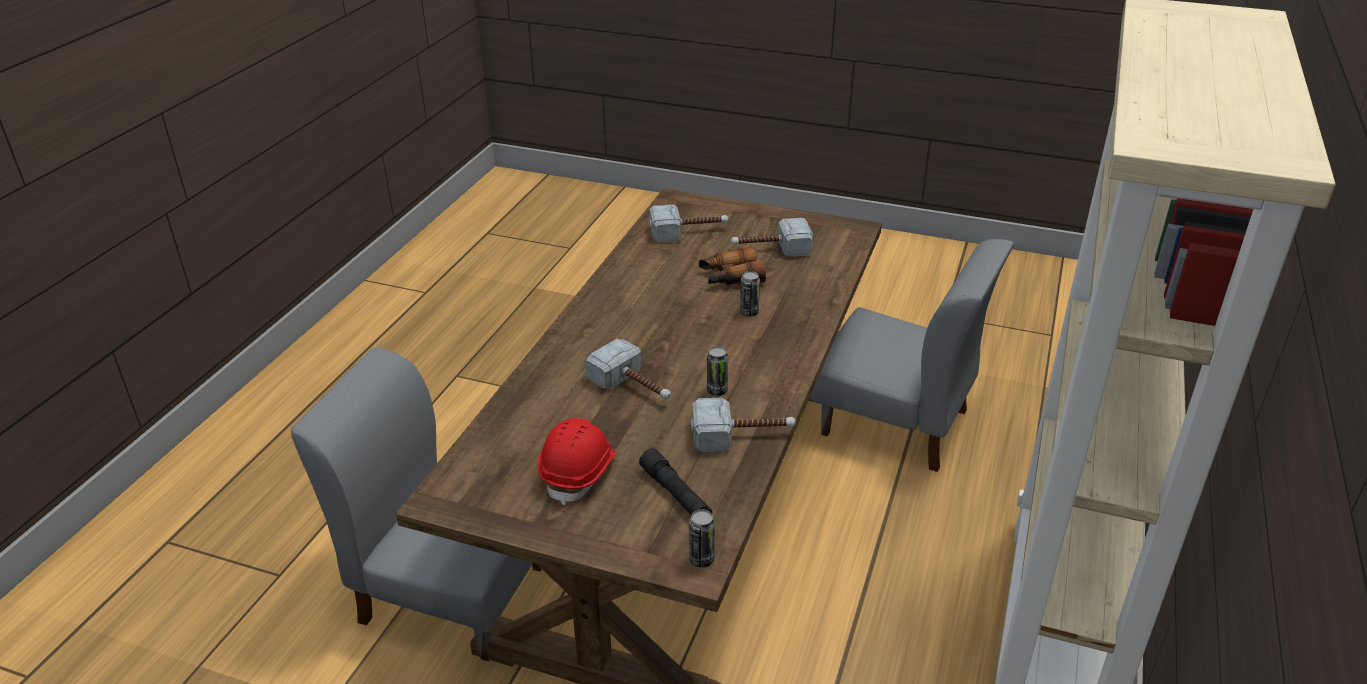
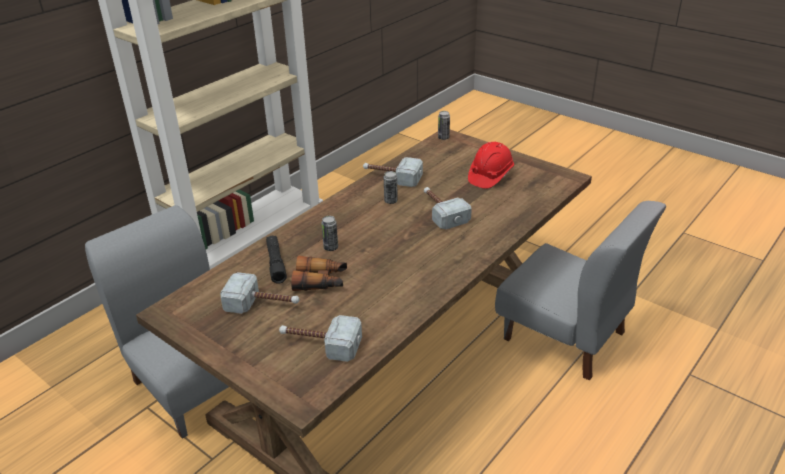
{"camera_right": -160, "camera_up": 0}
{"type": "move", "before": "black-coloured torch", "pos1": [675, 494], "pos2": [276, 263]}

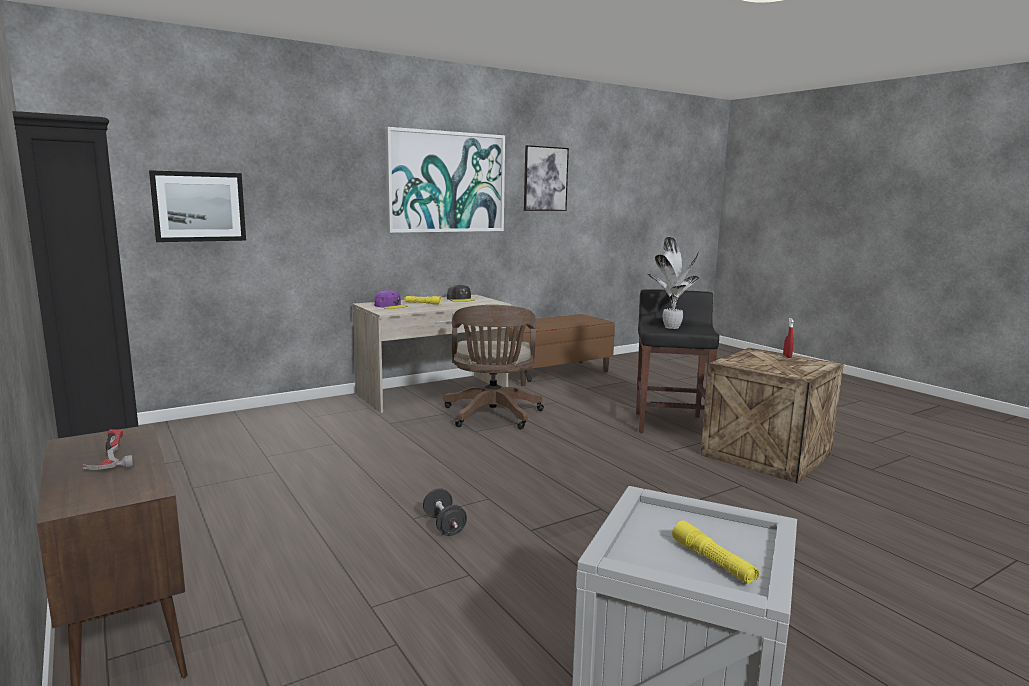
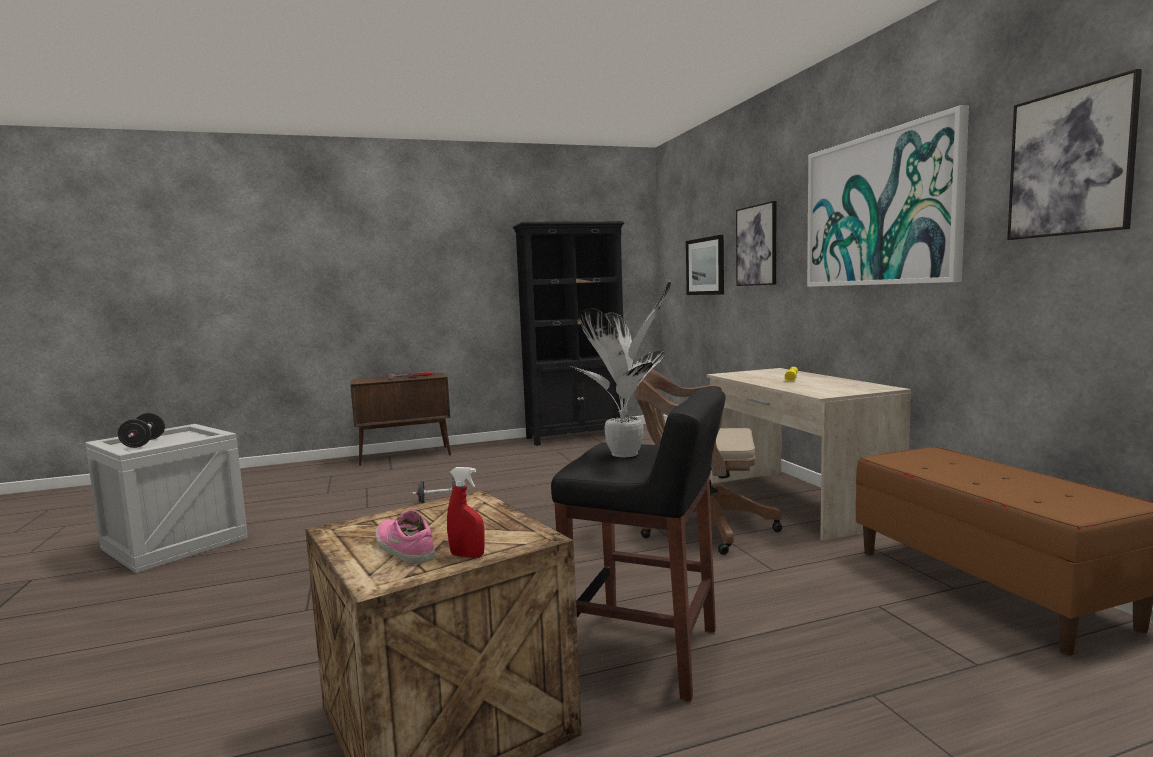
{"camera_right": 105, "camera_up": -5}
{"type": "replace", "before": "yellow torch", "after": "black-coloured dumbbell", "pos1": [713, 562], "pos2": [144, 443]}
{"type": "insert", "after": "pink low shoe", "pos2": [403, 549]}
{"type": "insert", "after": "wall art", "pos2": [757, 245]}
{"type": "delete", "before": "purple-coloured baseball cap", "pos1": [390, 306]}
{"type": "delete", "before": "greyish baseball cap", "pos1": [460, 299]}

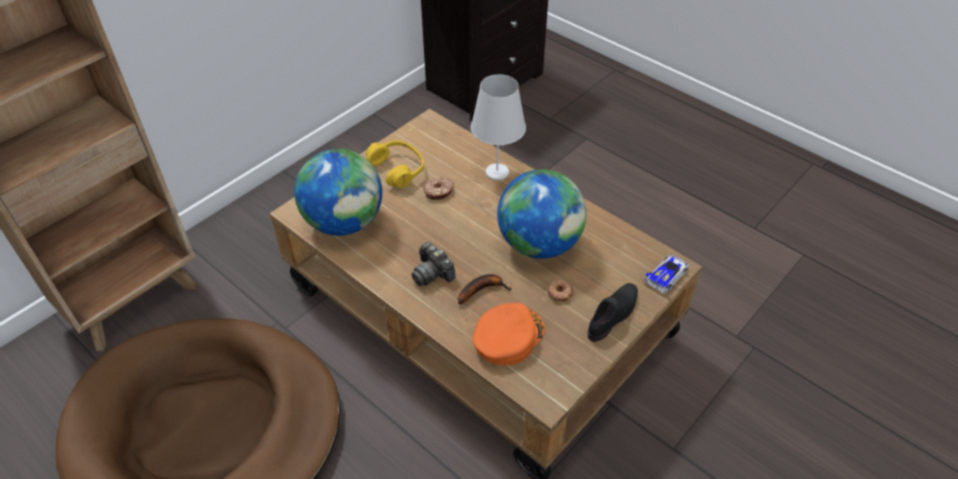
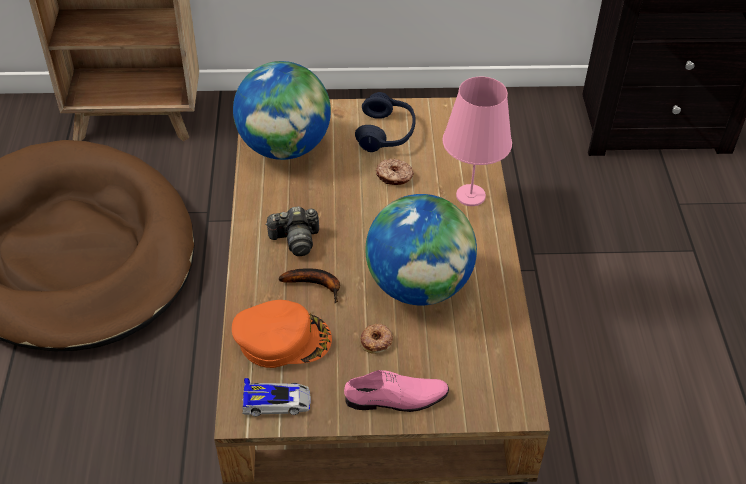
{"camera_right": 45, "camera_up": 0}
{"type": "move", "before": "miniature car", "pos1": [667, 275], "pos2": [276, 401]}
{"type": "rotate", "before": "still camera", "pos1": [432, 273], "pos2": [295, 240], "turn": -105}
{"type": "recolor", "before": "black-coloured low shoe", "after": "pink low shoe", "pos1": [613, 315], "pos2": [396, 399]}
{"type": "recolor", "before": "yellow headset", "after": "blue-coloured headset", "pos1": [397, 169], "pos2": [386, 133]}
{"type": "recolor", "before": "whitish table lamp", "after": "pink table lamp", "pos1": [496, 172], "pos2": [470, 195]}

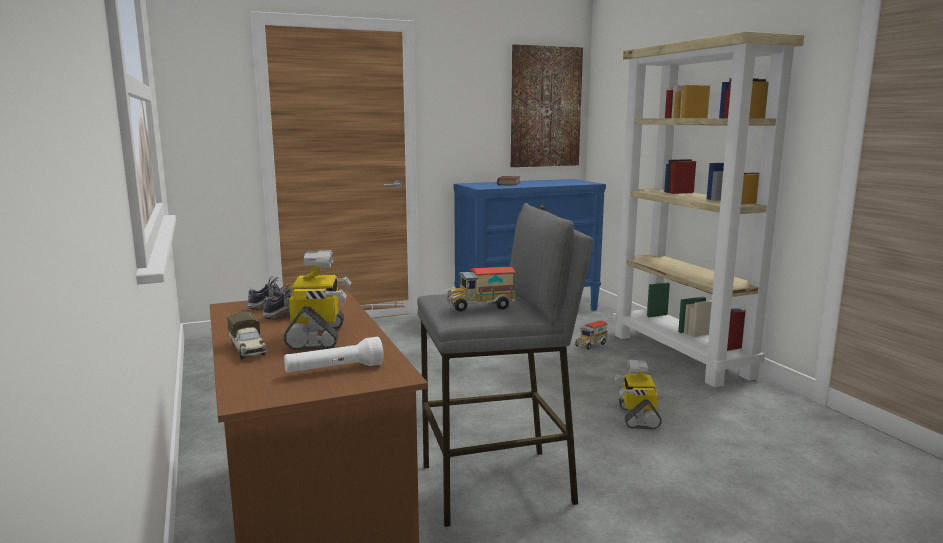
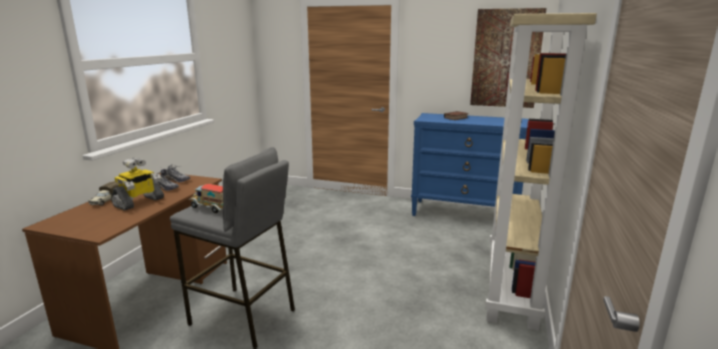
{"camera_right": 40, "camera_up": 5}
{"type": "delete", "before": "whitish torch", "pos1": [334, 370]}
{"type": "delete", "before": "model truck", "pos1": [590, 345]}
{"type": "delete", "before": "robot figure", "pos1": [637, 416]}

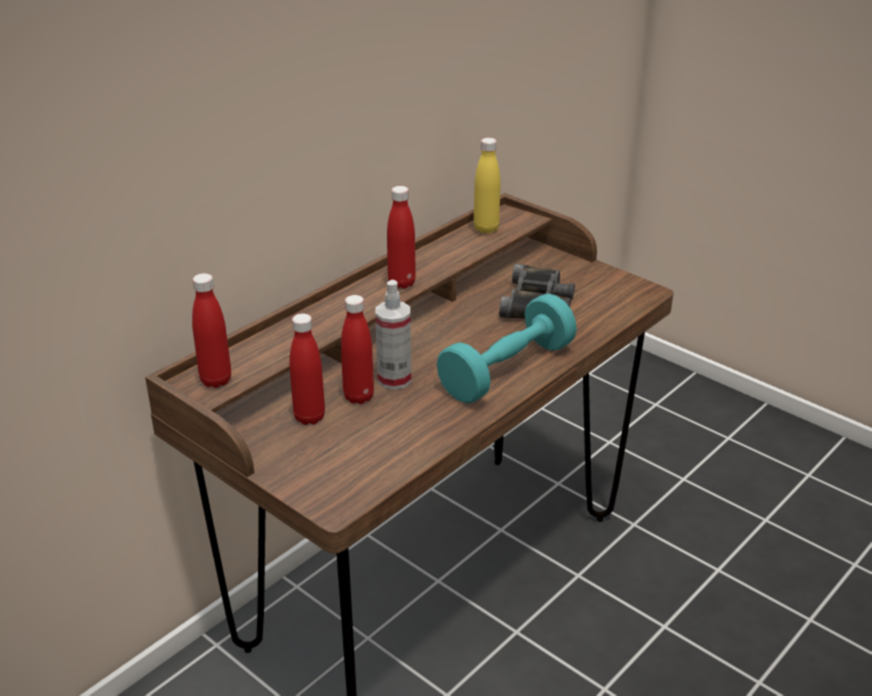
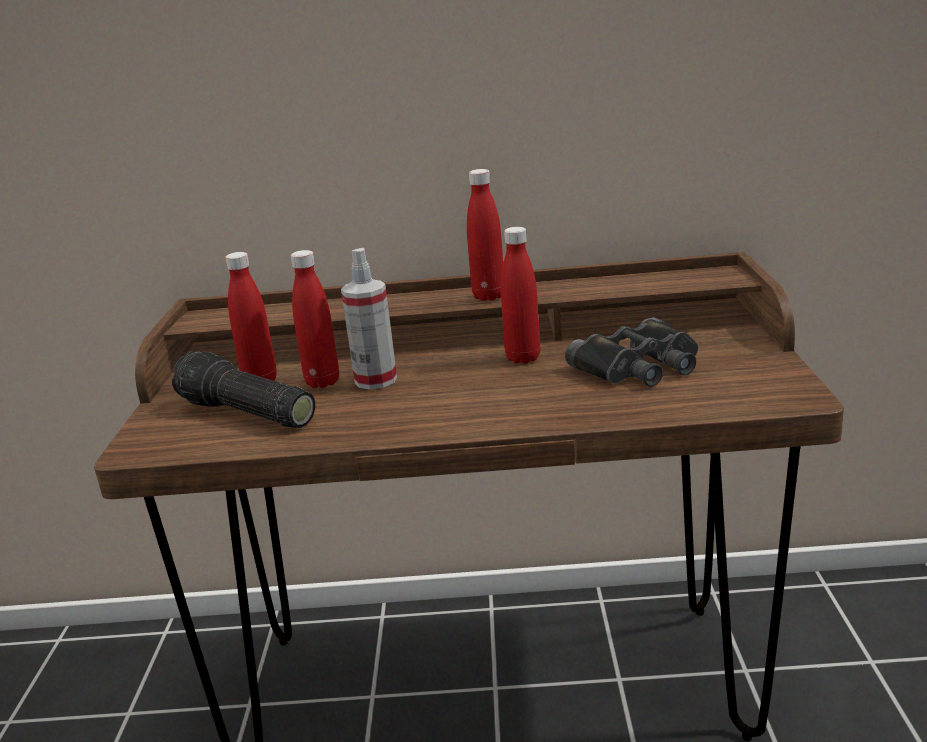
{"camera_right": 50, "camera_up": -10}
{"type": "insert", "after": "torch", "pos2": [245, 414]}
{"type": "move", "before": "red-coloured drink bottle", "pos1": [216, 380], "pos2": [523, 358]}
{"type": "delete", "before": "blue-green dumbbell", "pos1": [507, 370]}
{"type": "delete", "before": "yellow drink bottle", "pos1": [486, 229]}

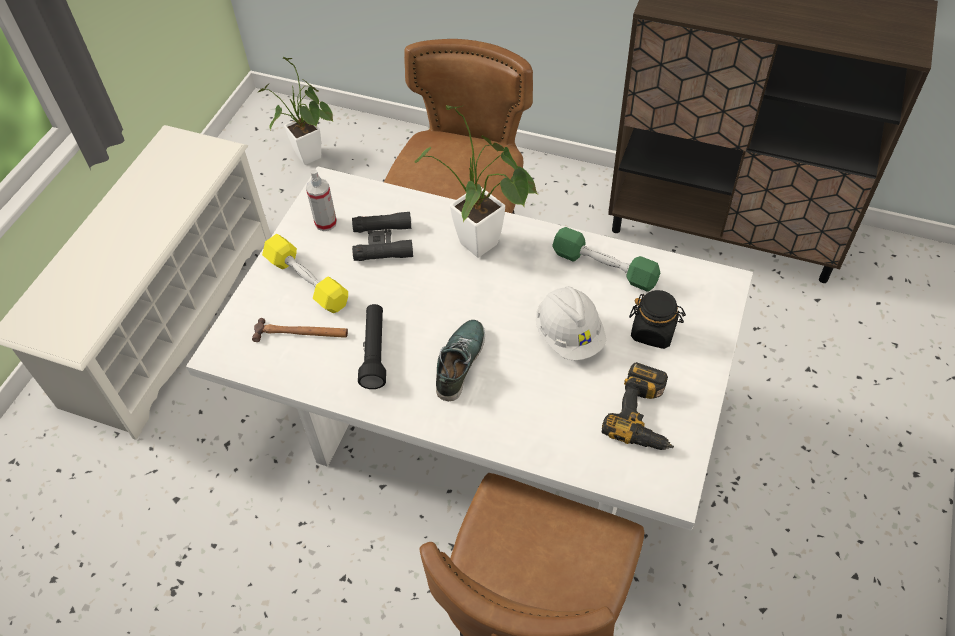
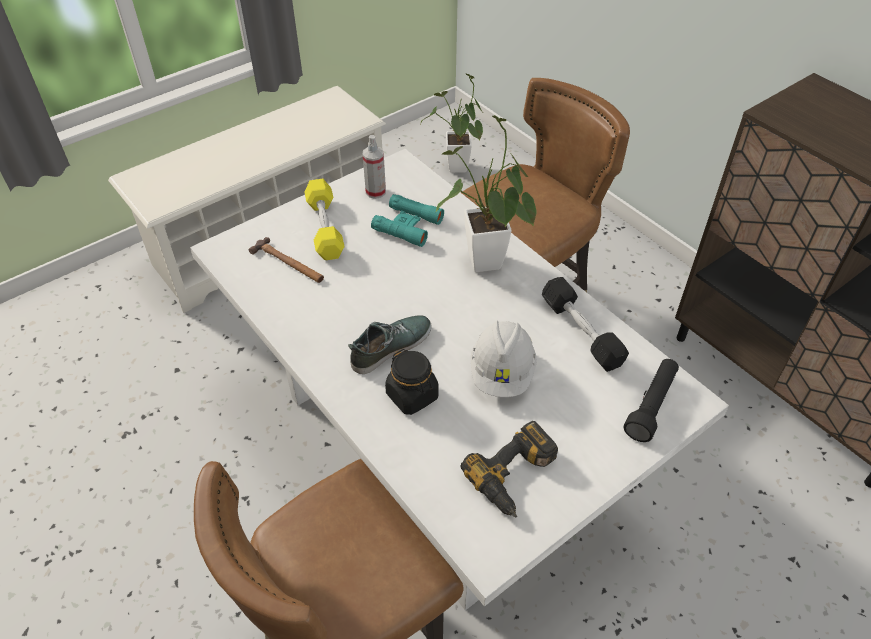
{"camera_right": 30, "camera_up": -5}
{"type": "recolor", "before": "black-coloured pair of binoculars", "after": "blue-green pair of binoculars", "pos1": [383, 242], "pos2": [407, 225]}
{"type": "move", "before": "black-coloured preserve jar", "pos1": [653, 332], "pos2": [412, 396]}
{"type": "recolor", "before": "green dumbbell", "after": "black-coloured dumbbell", "pos1": [604, 268], "pos2": [581, 332]}
{"type": "move", "before": "black-coloured torch", "pos1": [374, 352], "pos2": [651, 405]}

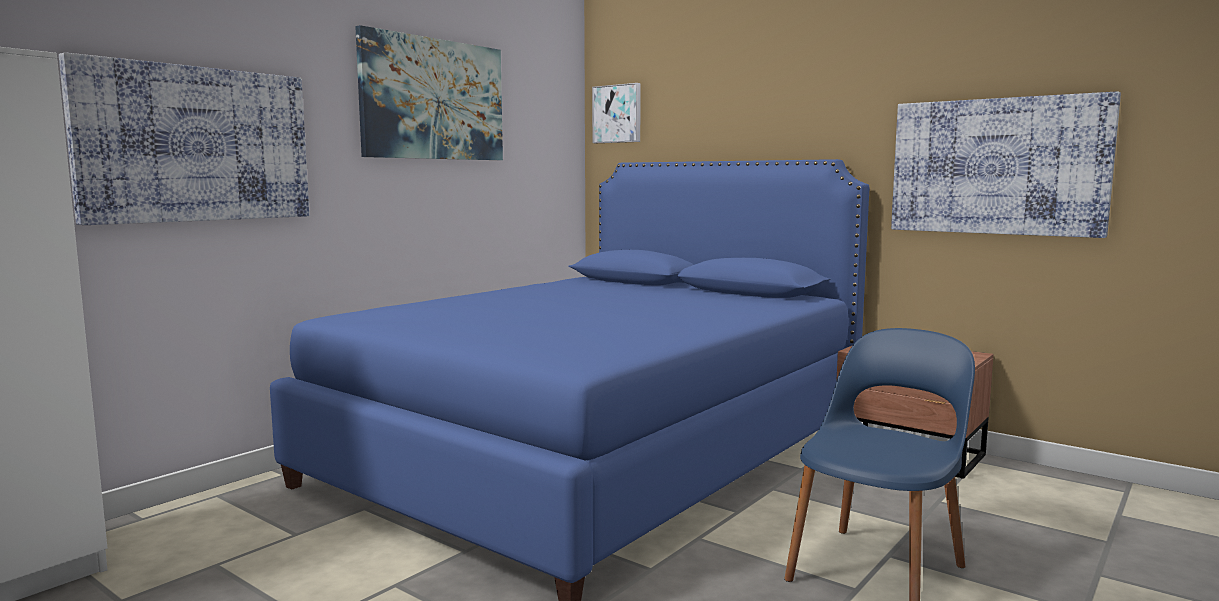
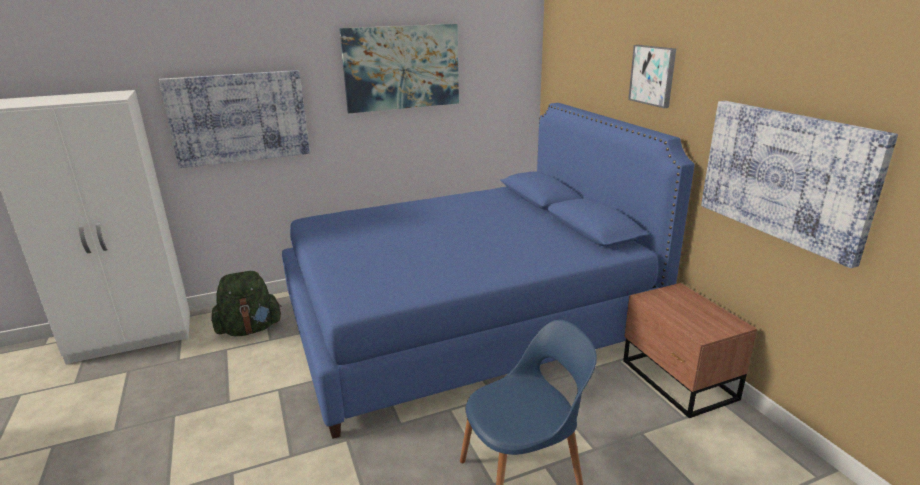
{"camera_right": 30, "camera_up": 15}
{"type": "insert", "after": "green knapsack", "pos2": [250, 329]}
{"type": "move", "before": "wall art", "pos1": [617, 114], "pos2": [653, 75]}

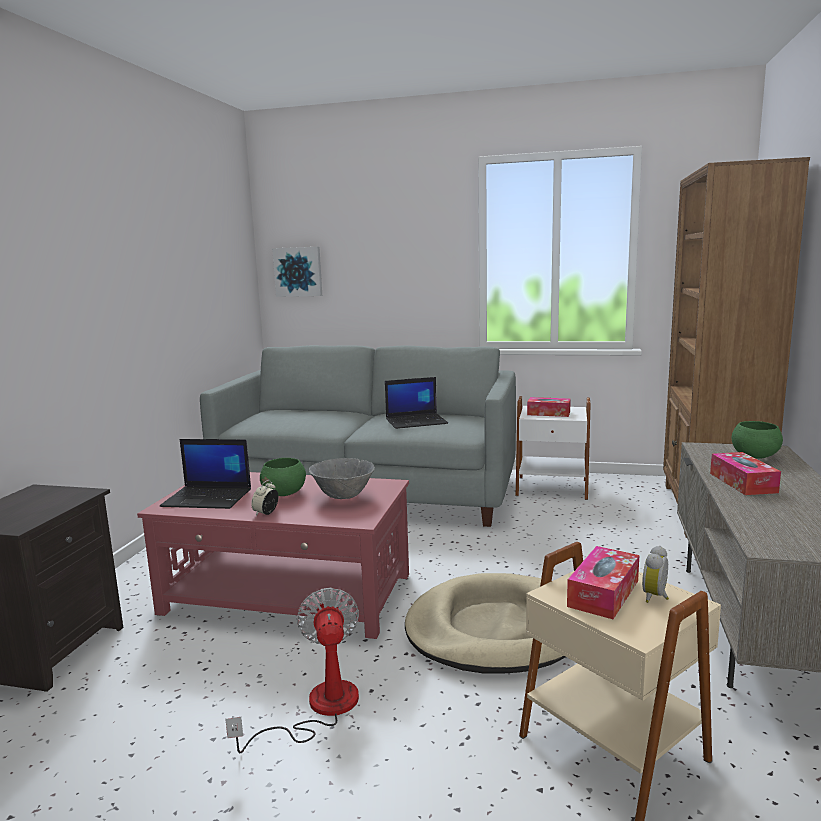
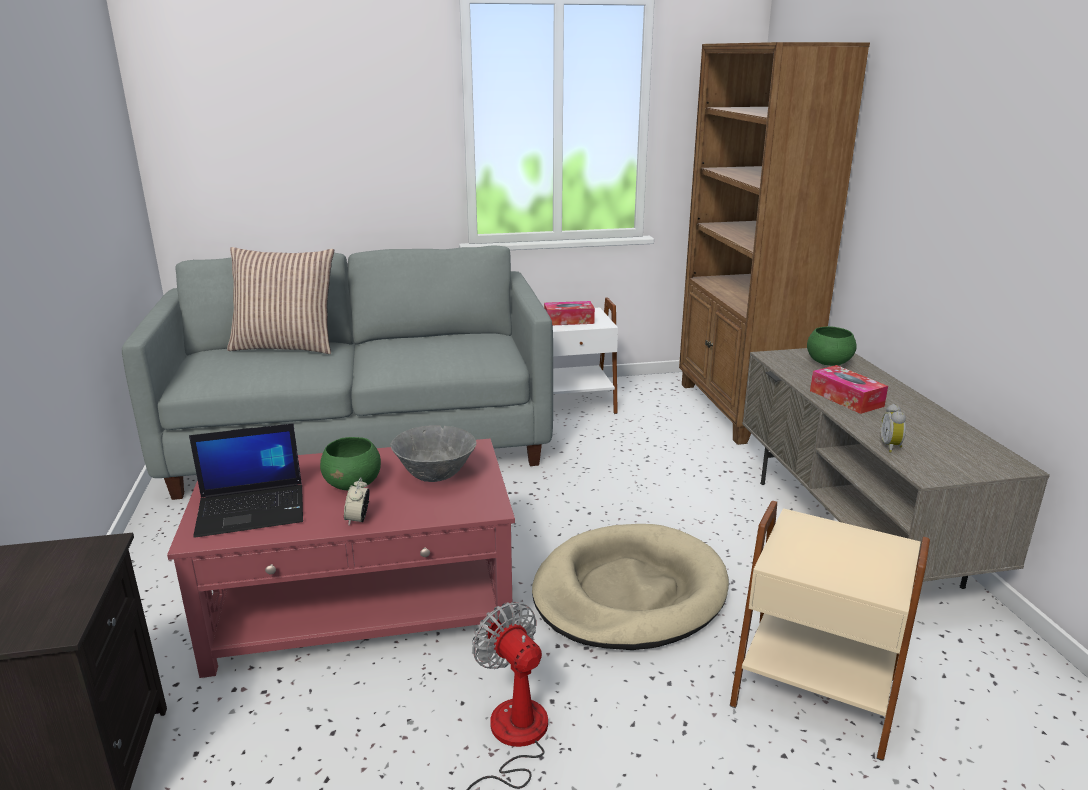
{"camera_right": -25, "camera_up": 10}
{"type": "insert", "after": "throw pillow", "pos2": [286, 346]}
{"type": "move", "before": "bedside clock", "pos1": [656, 597], "pos2": [891, 446]}
{"type": "delete", "before": "wall art", "pos1": [298, 271]}
{"type": "delete", "before": "portable computer", "pos1": [417, 421]}
{"type": "delete", "before": "tissue holder", "pos1": [603, 593]}

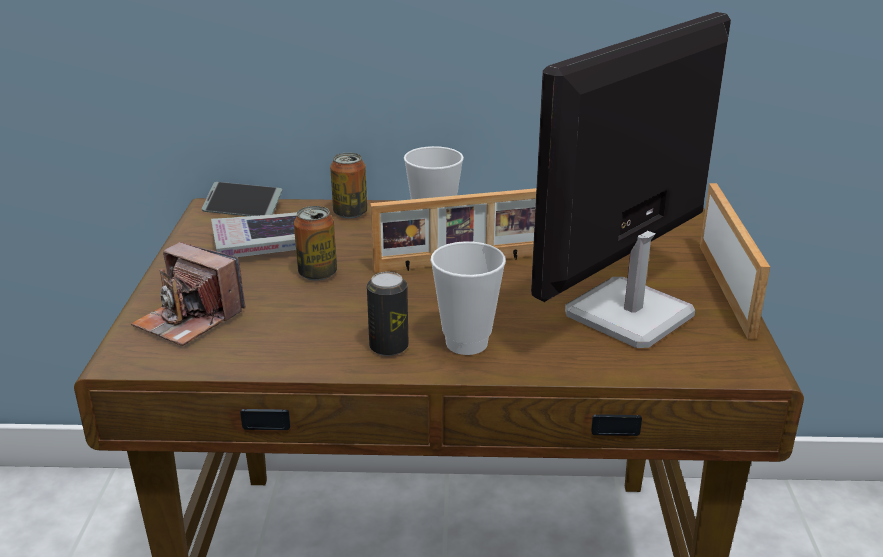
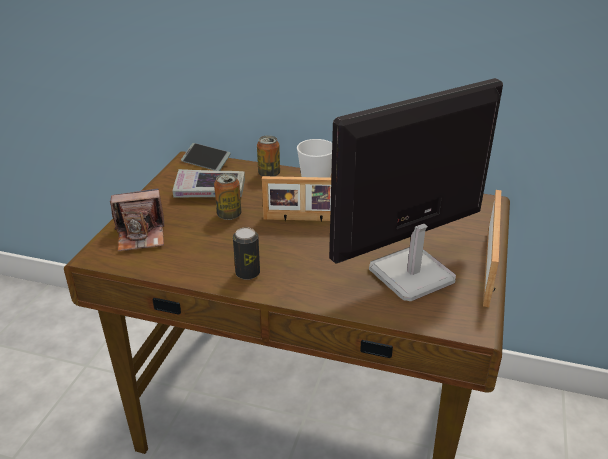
{"camera_right": 15, "camera_up": 5}
{"type": "rotate", "before": "still camera", "pos1": [189, 319], "pos2": [141, 235], "turn": -60}
{"type": "delete", "before": "cup", "pos1": [466, 343]}

